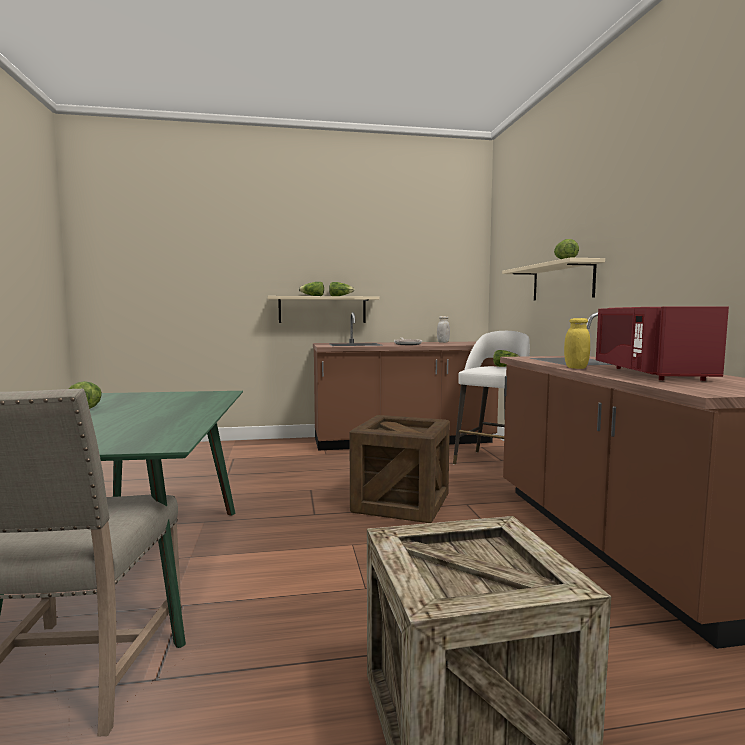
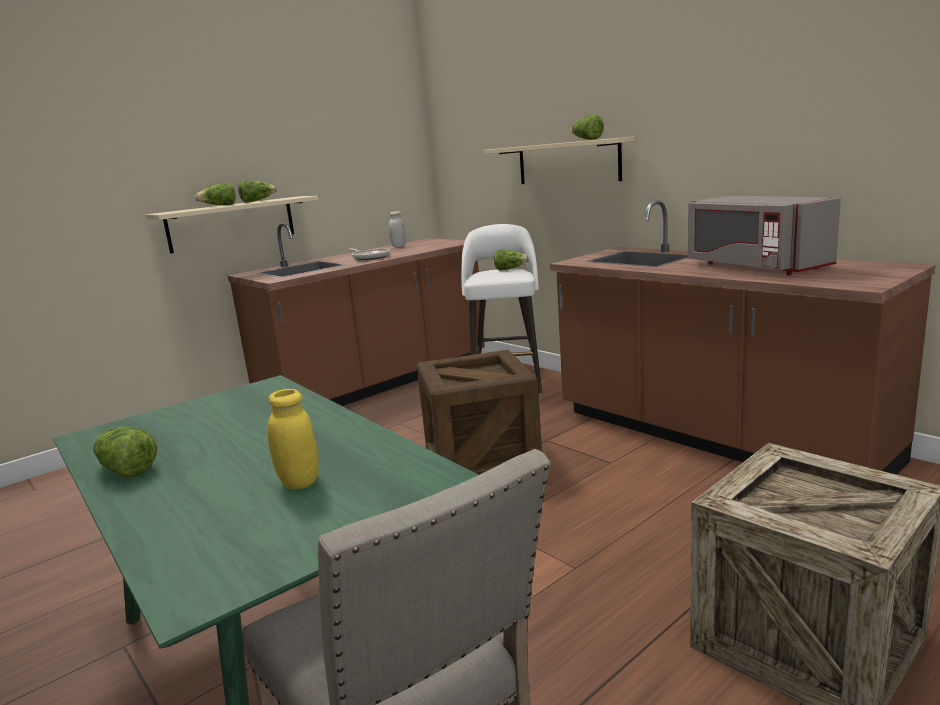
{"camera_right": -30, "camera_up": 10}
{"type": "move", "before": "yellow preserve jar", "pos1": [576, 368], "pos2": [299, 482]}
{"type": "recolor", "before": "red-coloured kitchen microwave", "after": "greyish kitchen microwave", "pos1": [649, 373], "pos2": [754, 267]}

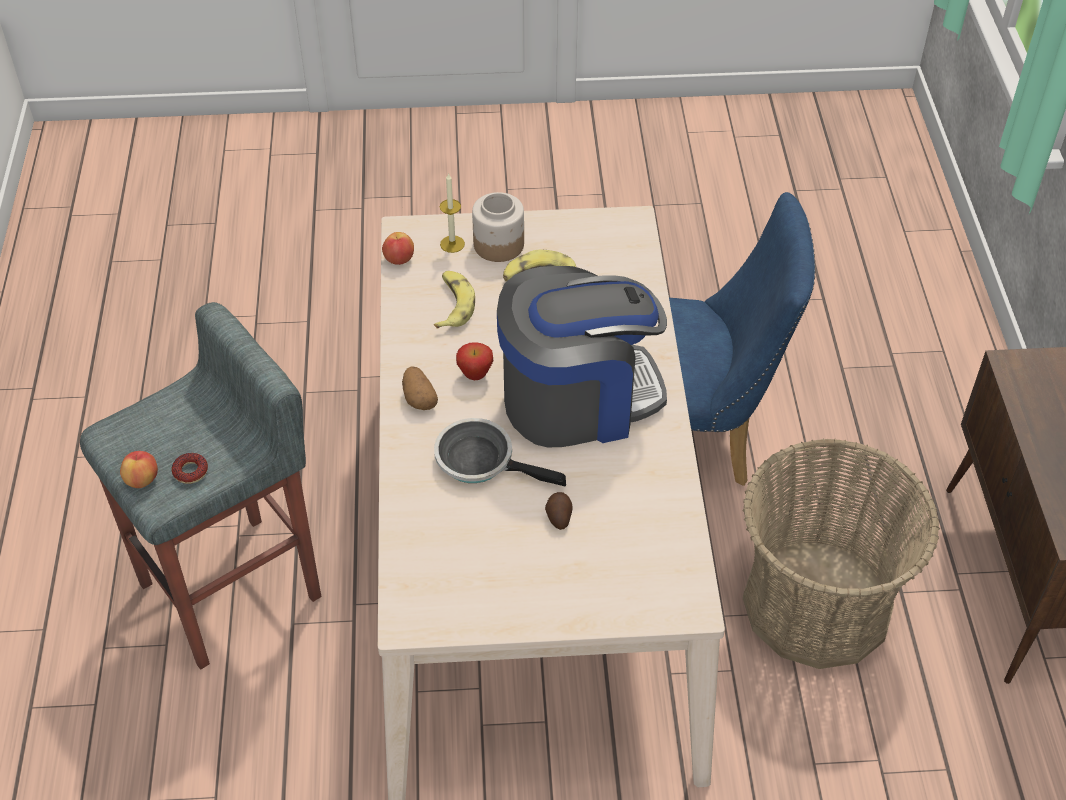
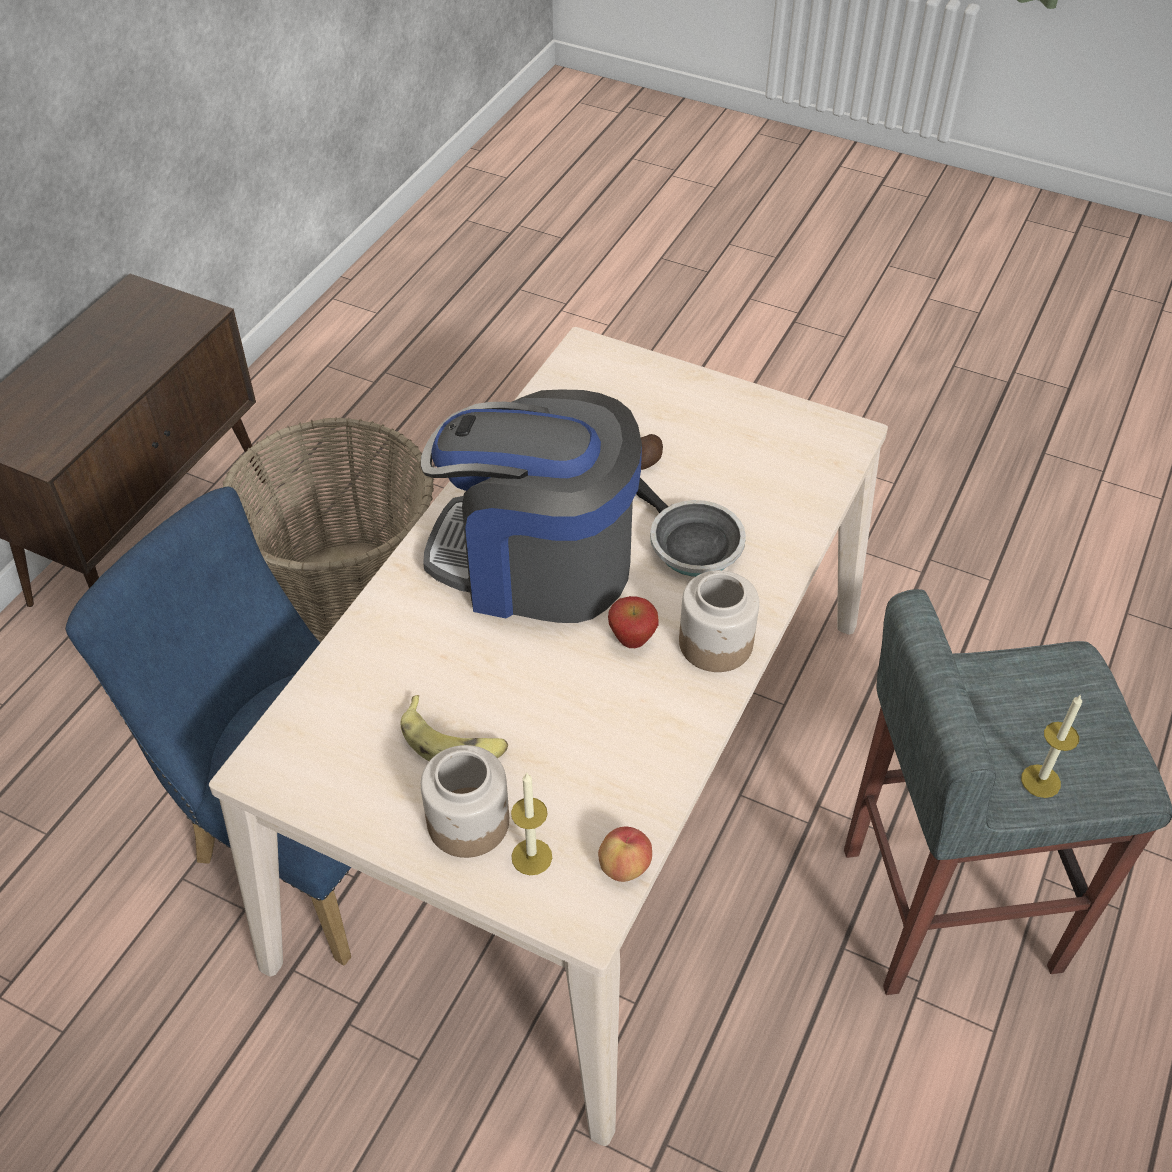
{"camera_right": -150, "camera_up": 0}
{"type": "replace", "before": "spud", "after": "preserve jar", "pos1": [419, 398], "pos2": [716, 643]}
{"type": "insert", "after": "candle", "pos2": [1040, 781]}
{"type": "delete", "before": "apple fruit", "pos1": [142, 479]}
{"type": "delete", "before": "donut", "pos1": [190, 471]}
{"type": "delete", "before": "banana fruit", "pos1": [453, 305]}

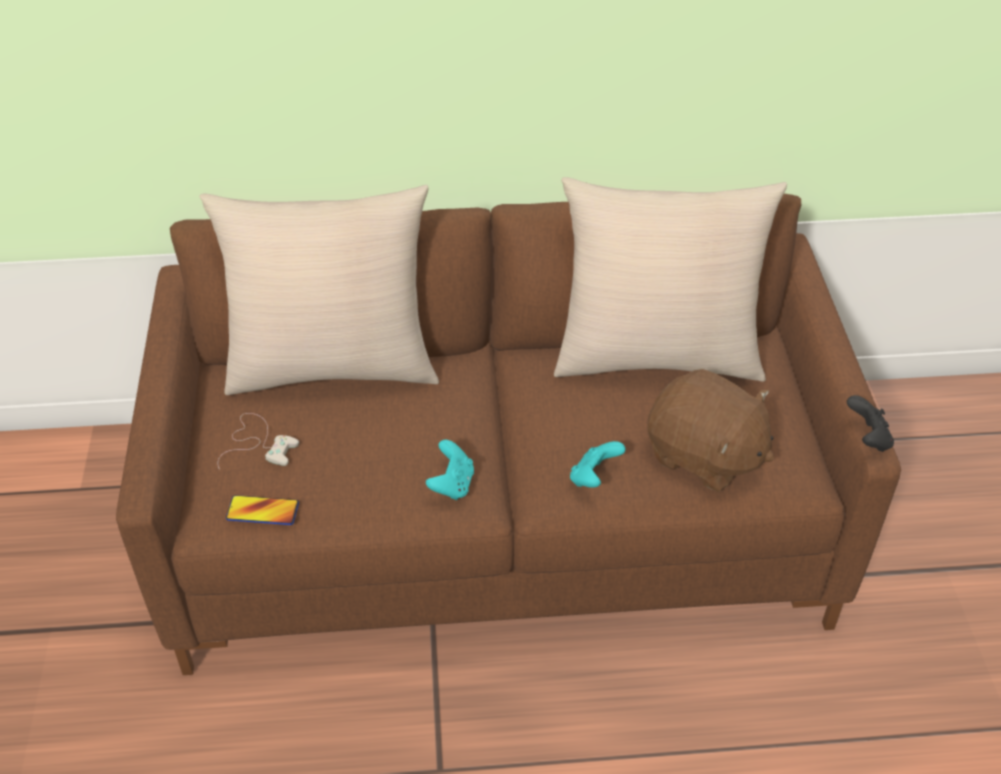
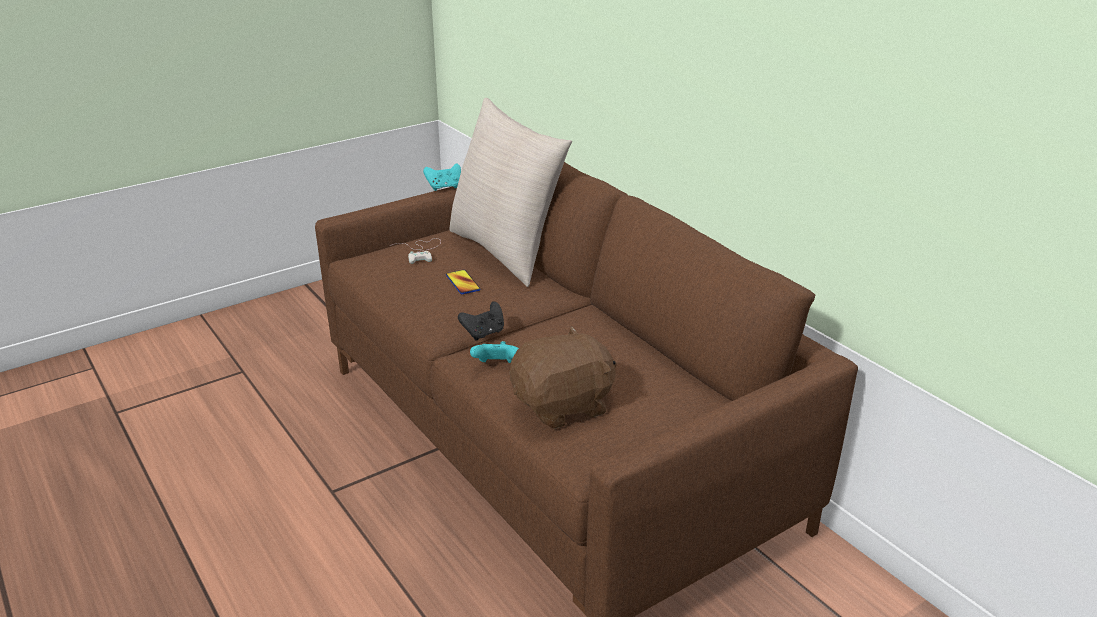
{"camera_right": 60, "camera_up": -15}
{"type": "move", "before": "blue-green game controller", "pos1": [452, 484], "pos2": [444, 187]}
{"type": "move", "before": "handset", "pos1": [263, 511], "pos2": [463, 283]}
{"type": "move", "before": "black-coloured game controller", "pos1": [867, 438], "pos2": [484, 333]}
{"type": "rotate", "before": "brown soft toy", "pos1": [704, 456], "pos2": [563, 406], "turn": -120}
{"type": "delete", "before": "beige-coloured throw pillow", "pos1": [657, 356]}

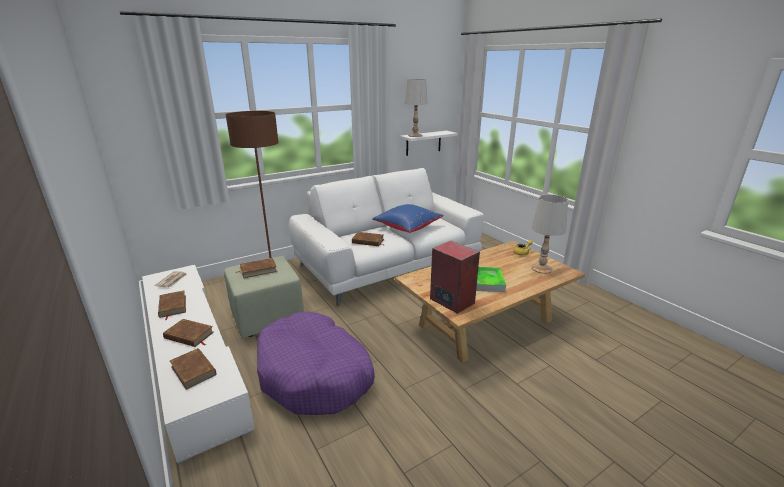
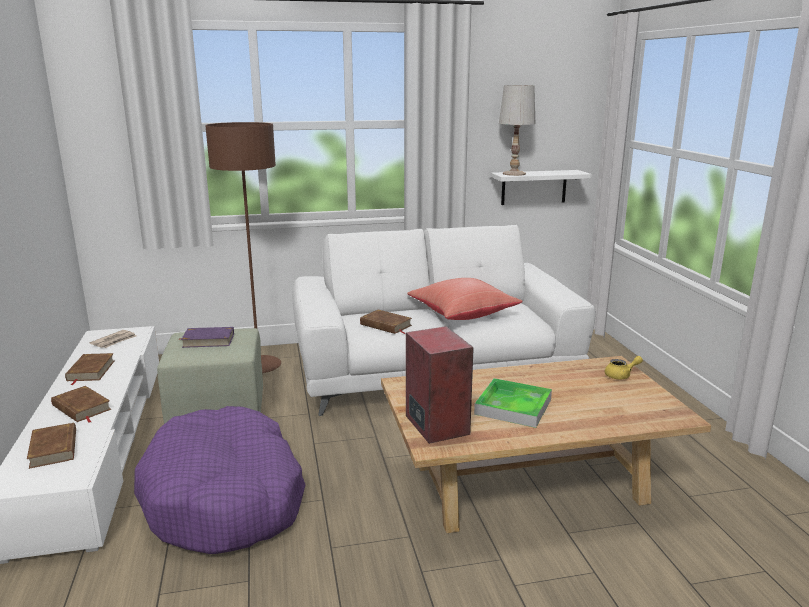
{"camera_right": 20, "camera_up": -5}
{"type": "recolor", "before": "brown volume", "after": "purple-coloured volume", "pos1": [258, 270], "pos2": [208, 340]}
{"type": "recolor", "before": "blue-coloured throw pillow", "after": "red-coloured throw pillow", "pos1": [407, 227], "pos2": [462, 314]}
{"type": "delete", "before": "whitish table lamp", "pos1": [542, 268]}

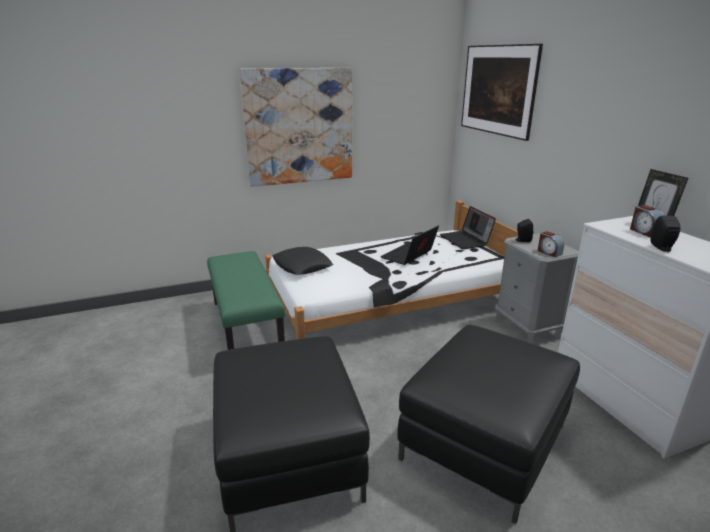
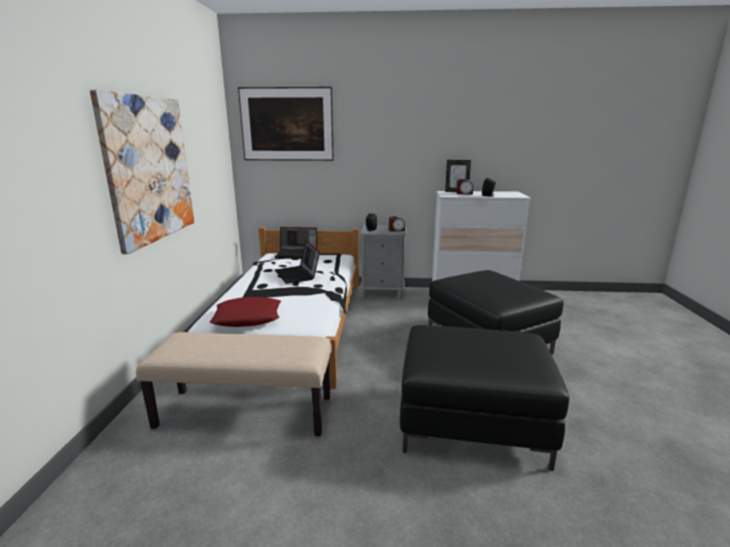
{"camera_right": -65, "camera_up": -5}
{"type": "recolor", "before": "green indoor bench", "after": "beige-coloured indoor bench", "pos1": [247, 328], "pos2": [246, 411]}
{"type": "recolor", "before": "black-coloured throw pillow", "after": "red-coloured throw pillow", "pos1": [302, 266], "pos2": [248, 318]}

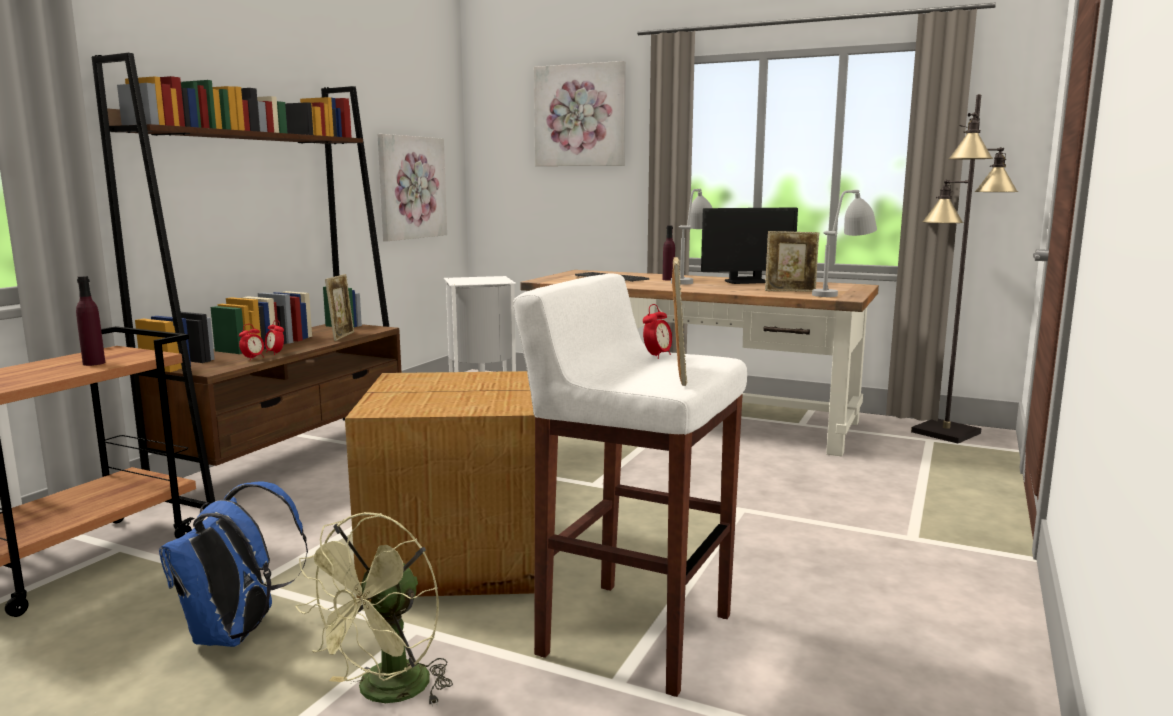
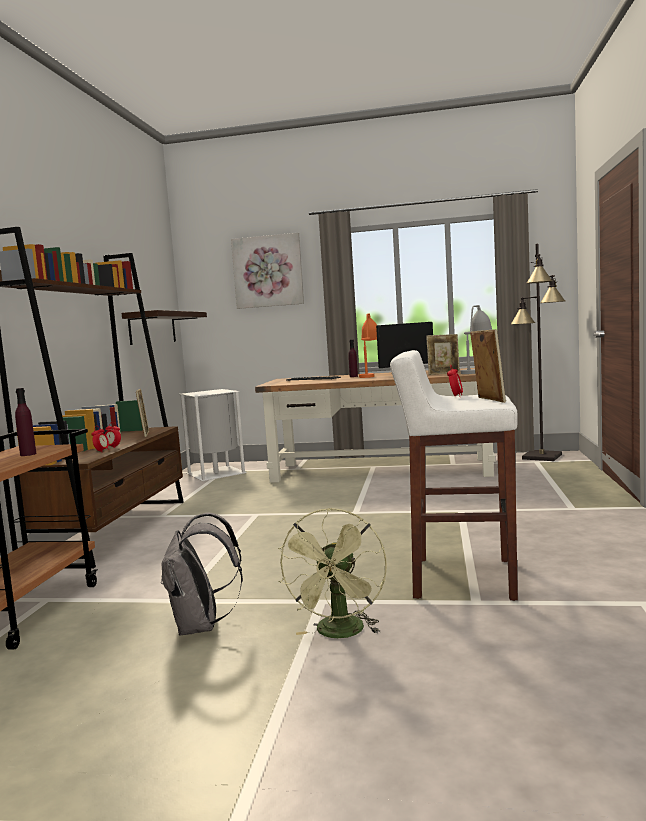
{"camera_right": -15, "camera_up": -5}
{"type": "replace", "before": "wall art", "after": "shelf", "pos1": [411, 187], "pos2": [152, 328]}
{"type": "recolor", "before": "blue-coloured knapsack", "after": "greyish knapsack", "pos1": [237, 634], "pos2": [201, 626]}
{"type": "recolor", "before": "greyish table lamp", "after": "orangey table lamp", "pos1": [692, 280], "pos2": [370, 375]}
{"type": "delete", "before": "carton", "pos1": [462, 555]}

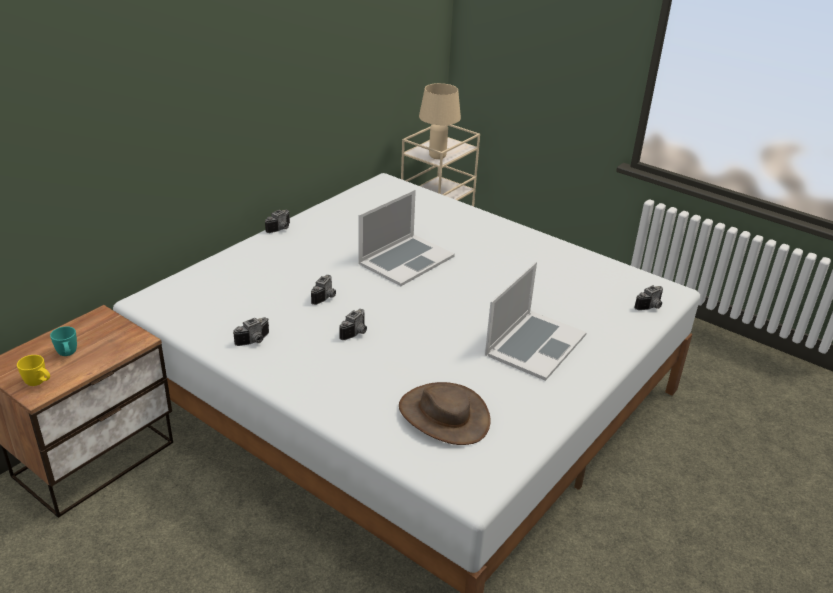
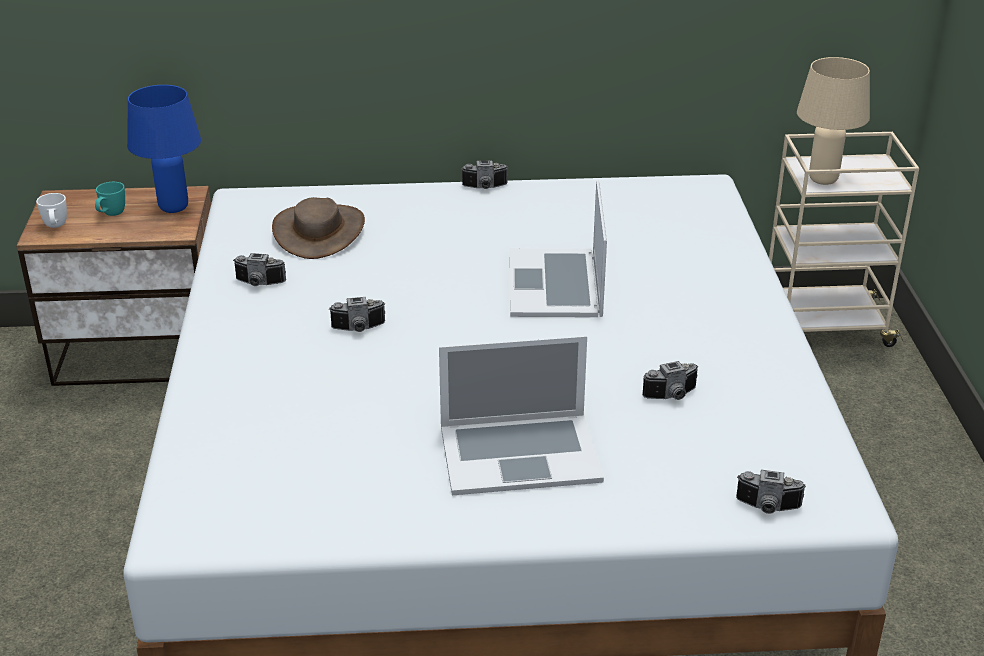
{"camera_right": 50, "camera_up": 0}
{"type": "recolor", "before": "yellow coffee mug", "after": "whitish coffee mug", "pos1": [39, 383], "pos2": [56, 227]}
{"type": "insert", "after": "blue-coloured table lamp", "pos2": [174, 208]}
{"type": "move", "before": "brown wearable hat", "pos1": [444, 415], "pos2": [319, 231]}
{"type": "rotate", "before": "portable computer", "pos1": [406, 260], "pos2": [556, 284], "turn": 90}
{"type": "move", "before": "still camera", "pos1": [326, 297], "pos2": [672, 396]}

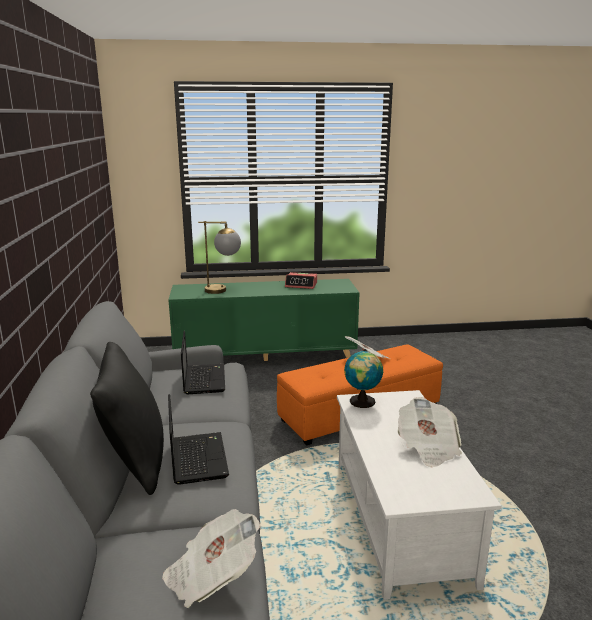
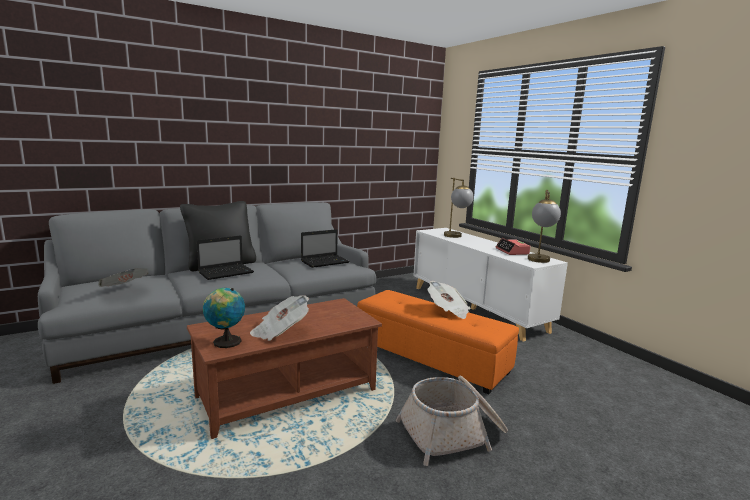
{"camera_right": 65, "camera_up": -5}
{"type": "recolor", "before": "whitish coffee table", "after": "brown coffee table", "pos1": [398, 518], "pos2": [287, 393]}
{"type": "move", "before": "desk globe", "pos1": [362, 402], "pos2": [225, 342]}
{"type": "insert", "after": "storage basket", "pos2": [453, 433]}
{"type": "recolor", "before": "green cupboard", "after": "whitish cupboard", "pos1": [266, 358], "pos2": [476, 308]}
{"type": "insert", "after": "table lamp", "pos2": [539, 261]}

